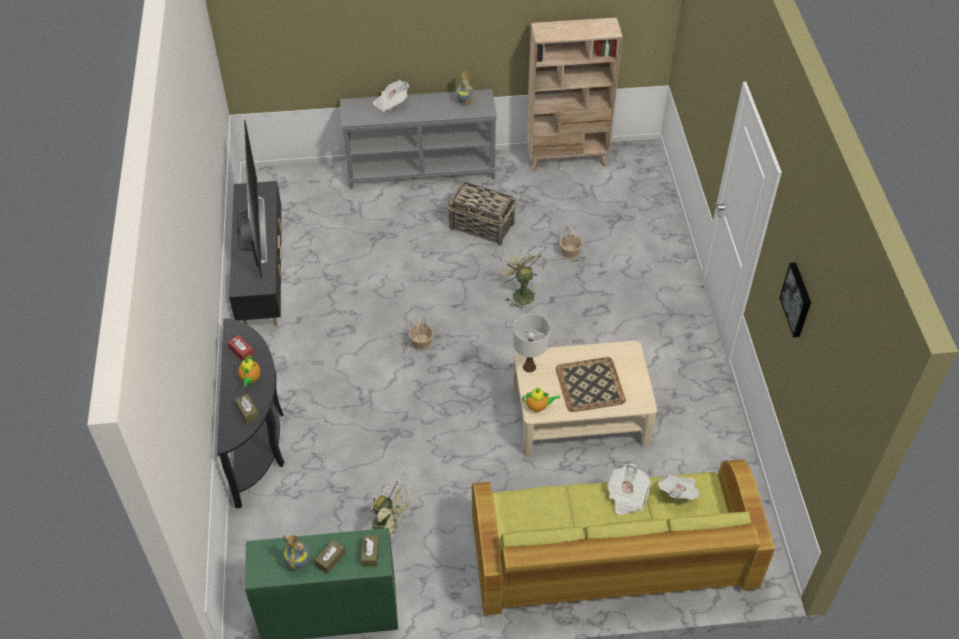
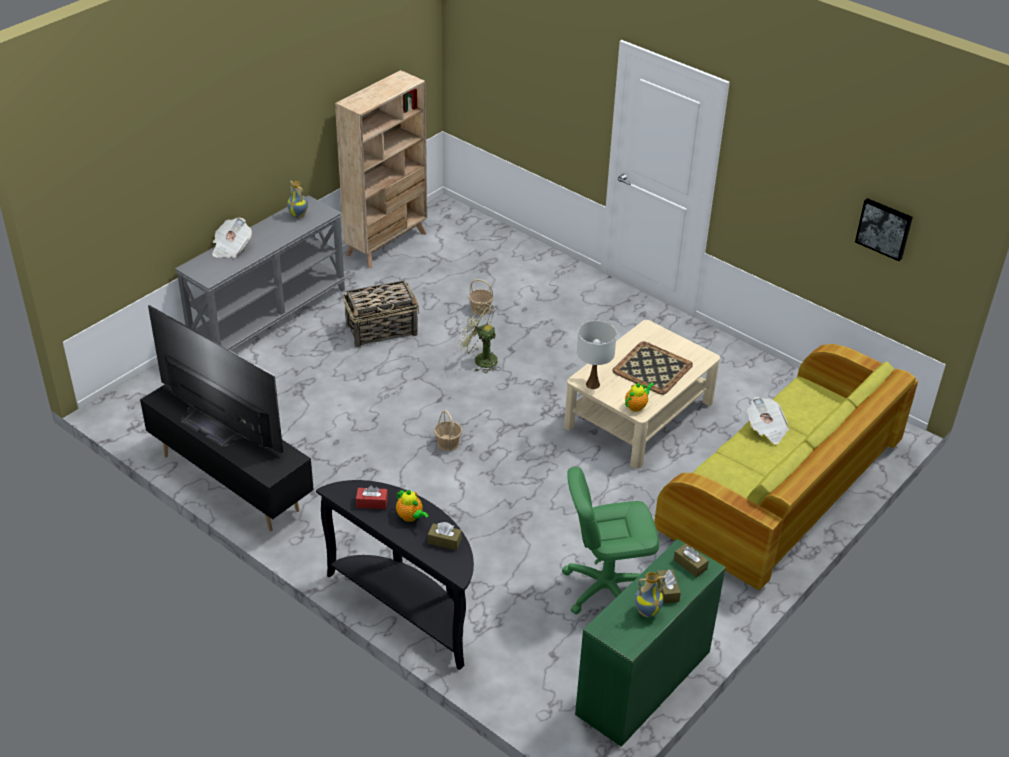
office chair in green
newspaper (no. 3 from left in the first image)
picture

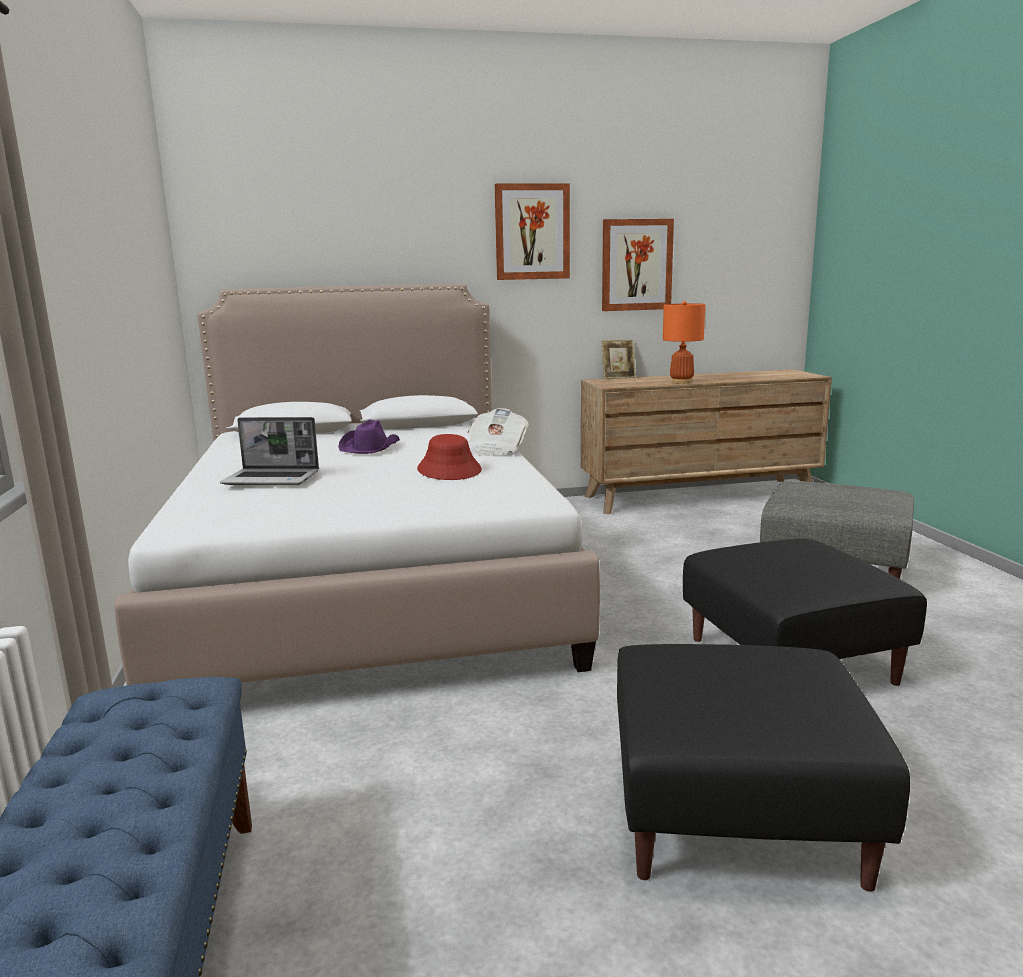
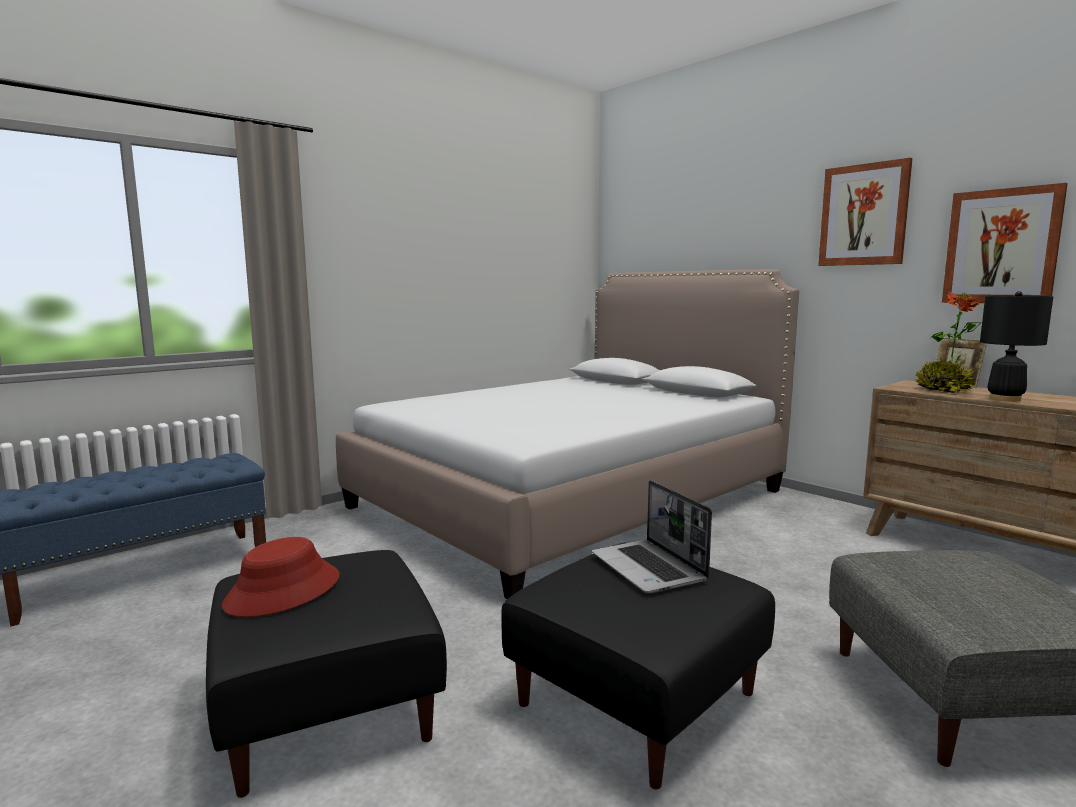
portable computer
wearable hat in purple-coloured
wearable hat in red-coloured
newspaper
table lamp in black-coloured
potted plant

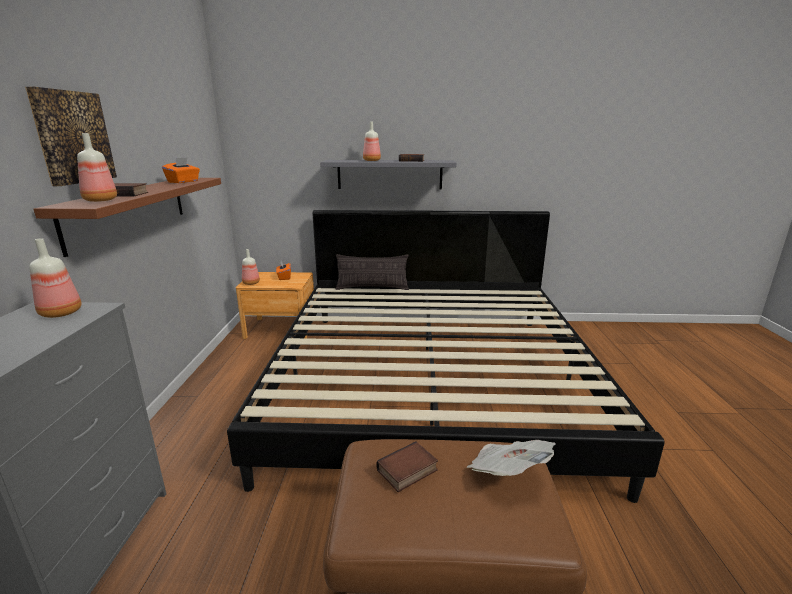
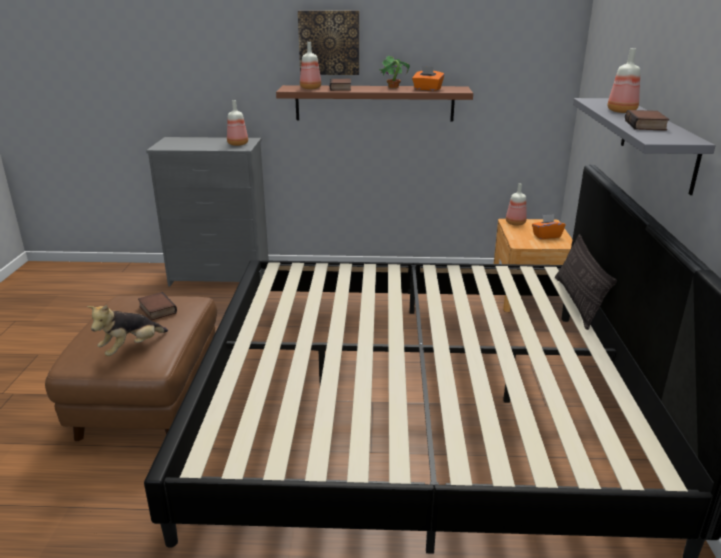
cuddly toy
potted plant

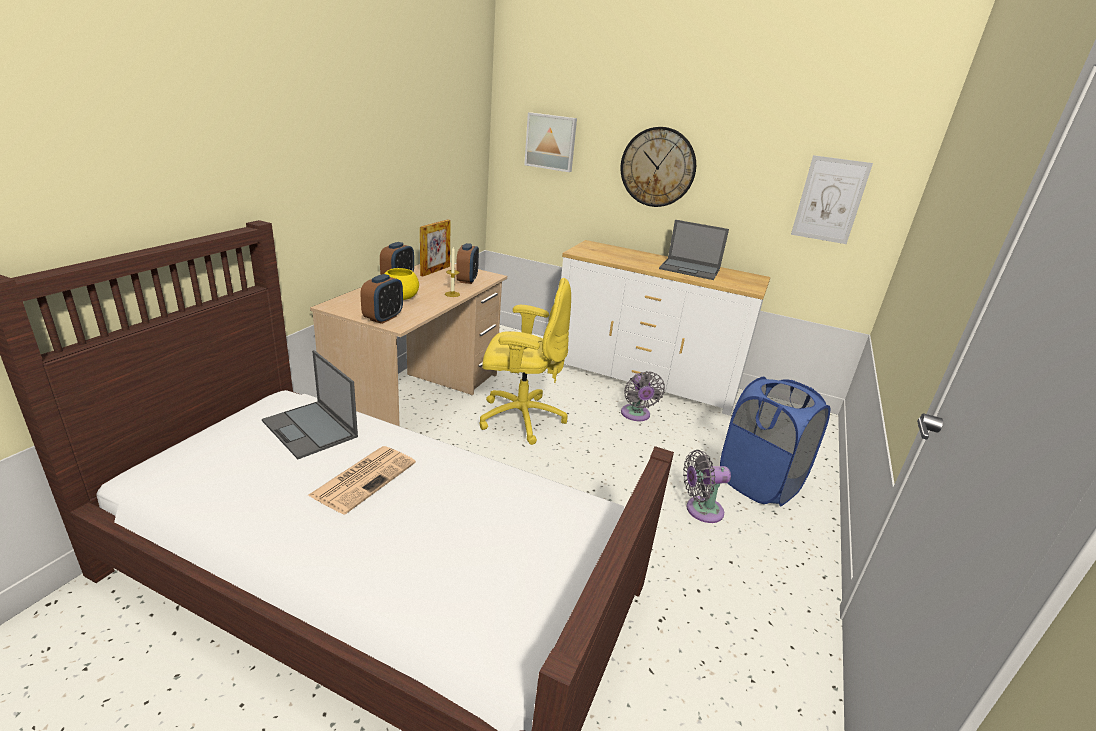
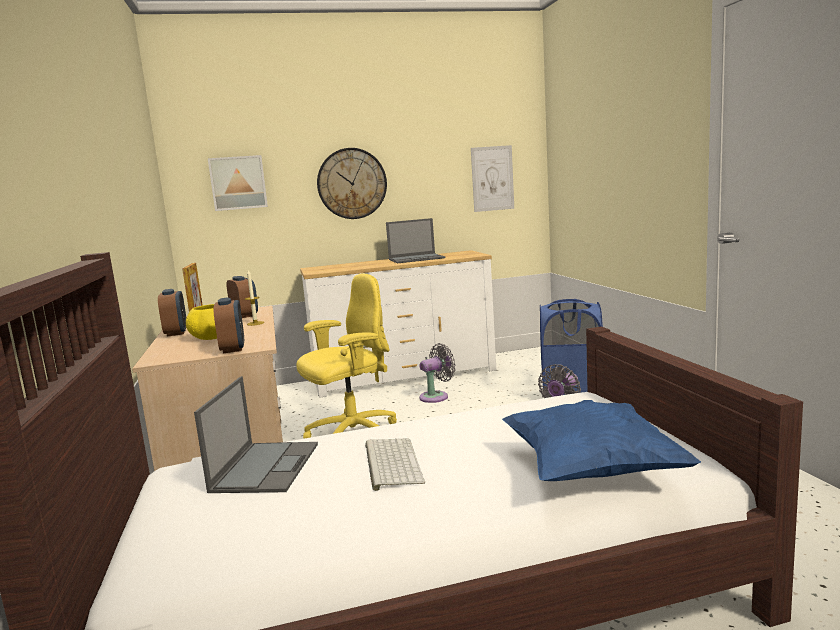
portable computer (no. 1 from left)
PC keyboard
cooling fan in gray (no. 1 from left)
throw pillow in bluish

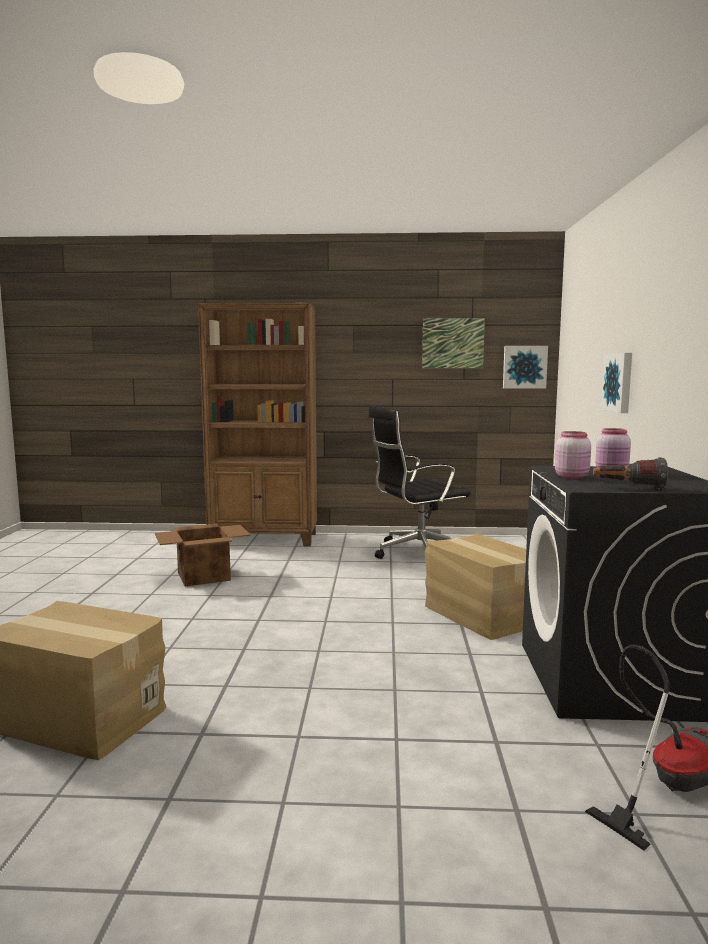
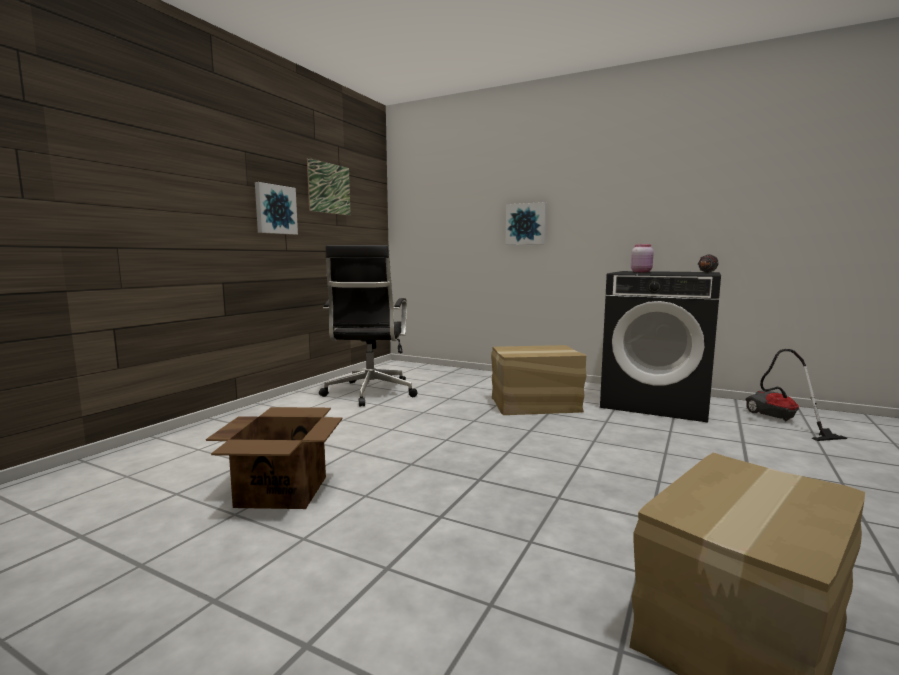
bookshelf in brown-coloured
picture (no. 1 from left)
preserve jar in pink-coloured (no. 1 from left in the first image)

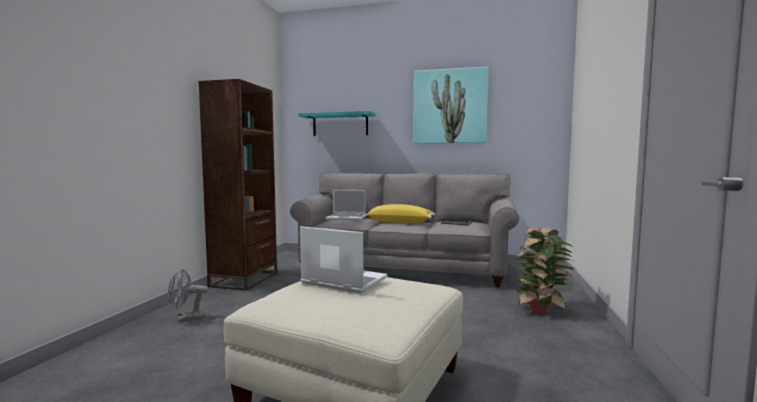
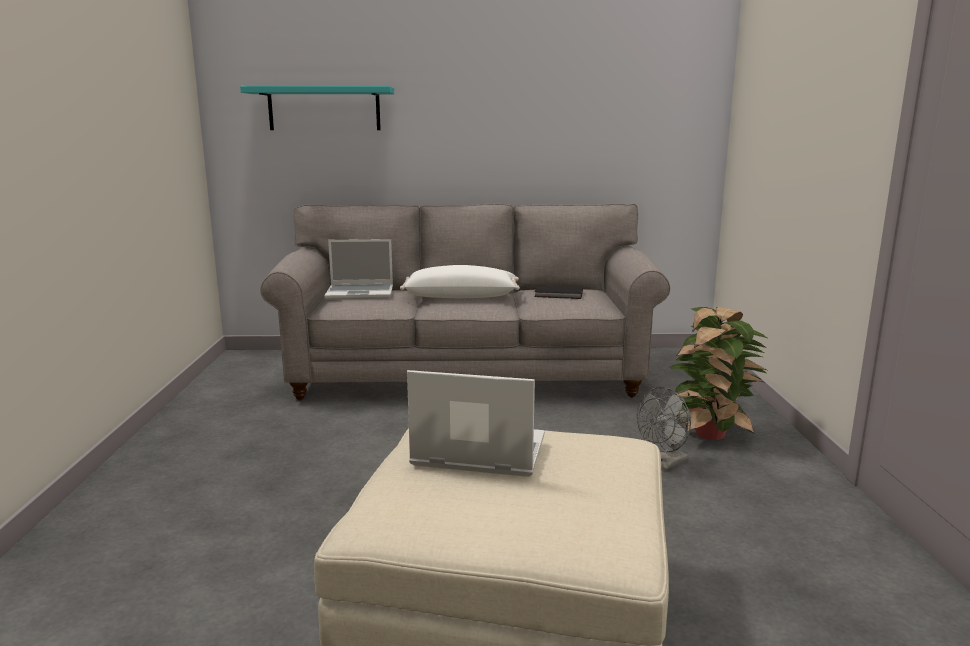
cooling fan in gray
bookshelf in brown-coloured
throw pillow in white
picture

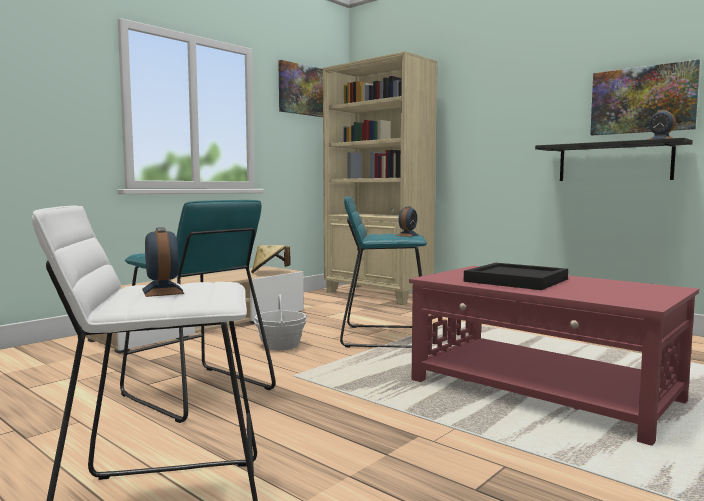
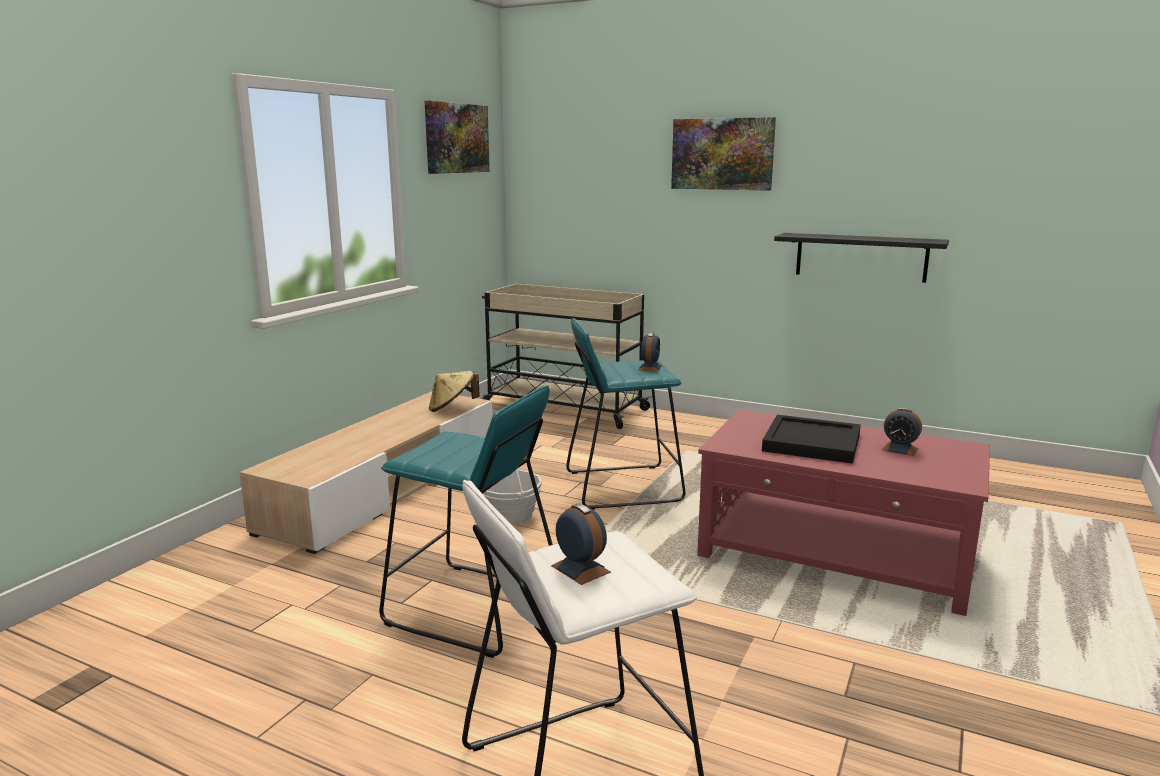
trolley in beige-coloured
picture (no. 2 from left)
alarm clock (no. 3 from left)

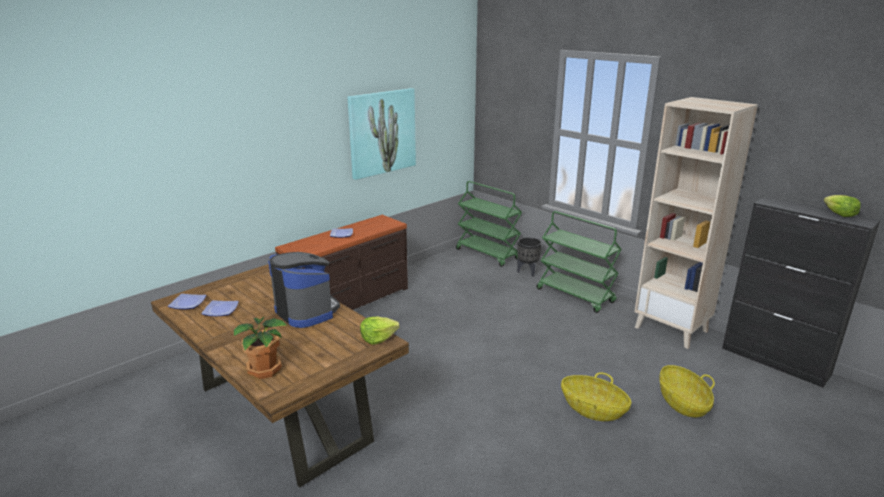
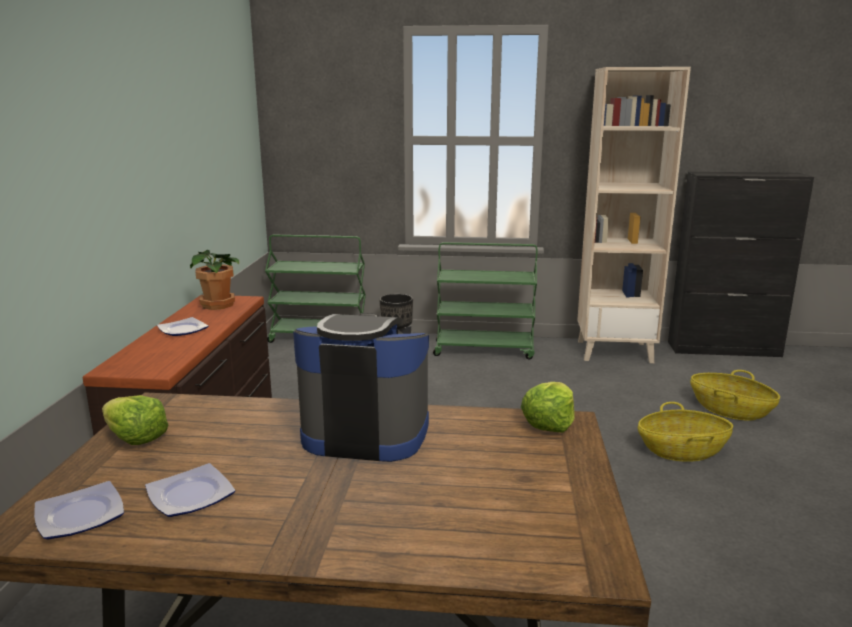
potted plant
picture
lettuce head (no. 1 from left)

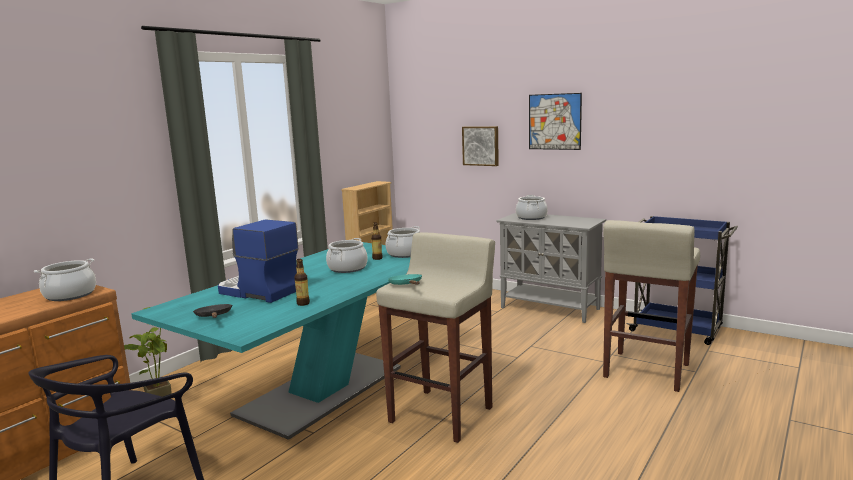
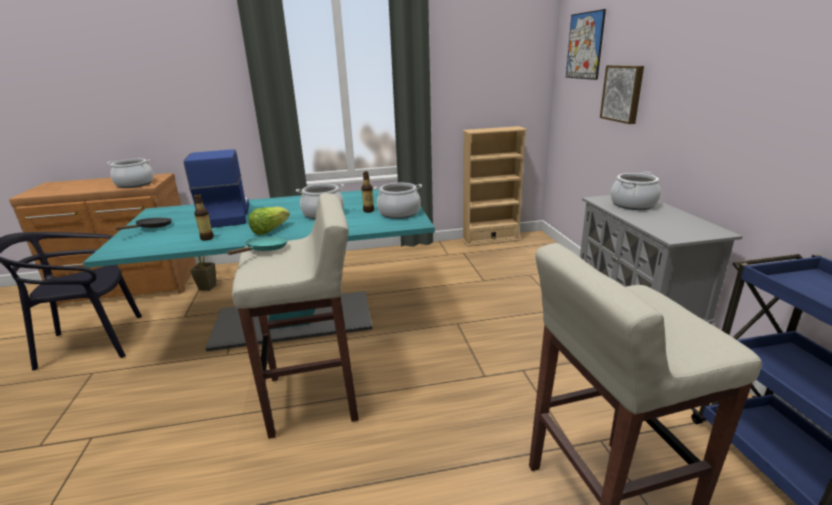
picture (no. 1 from left)
lettuce head

